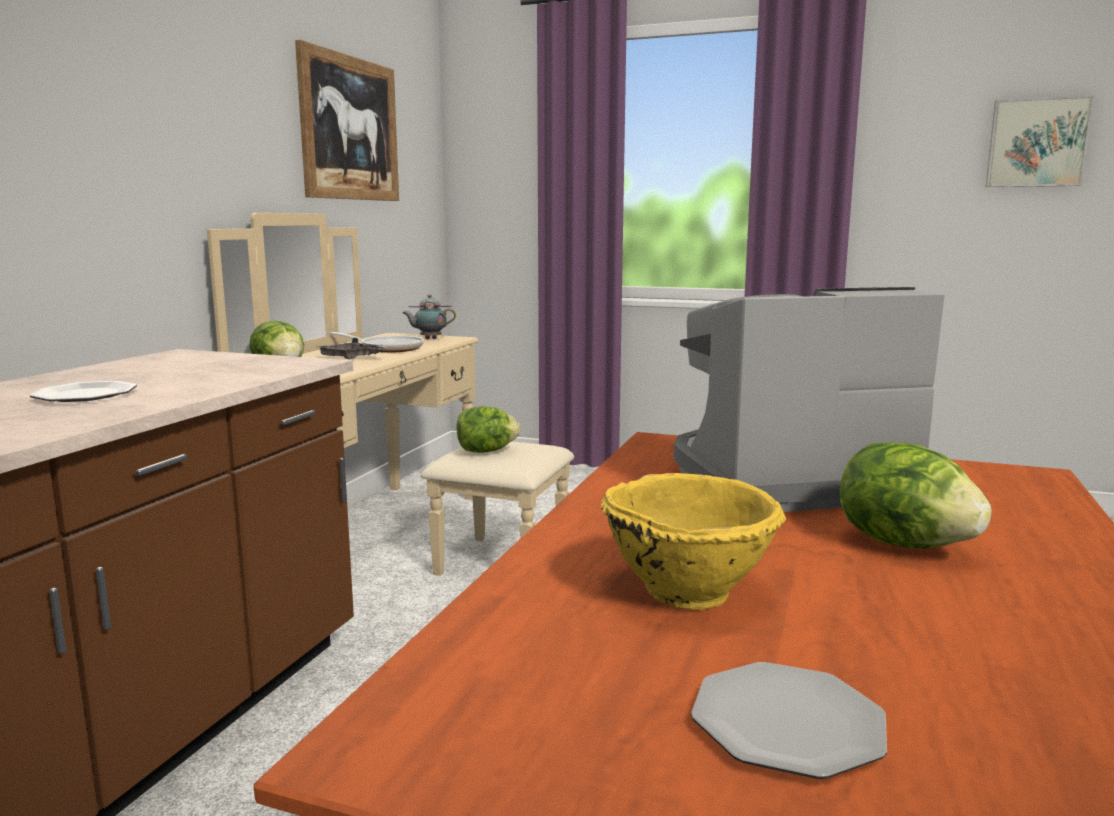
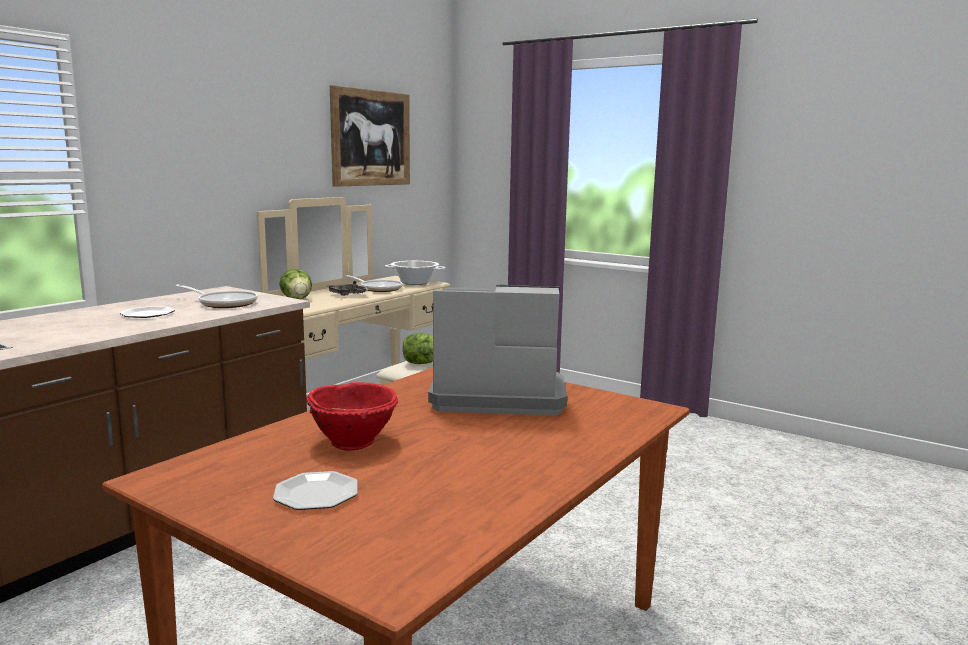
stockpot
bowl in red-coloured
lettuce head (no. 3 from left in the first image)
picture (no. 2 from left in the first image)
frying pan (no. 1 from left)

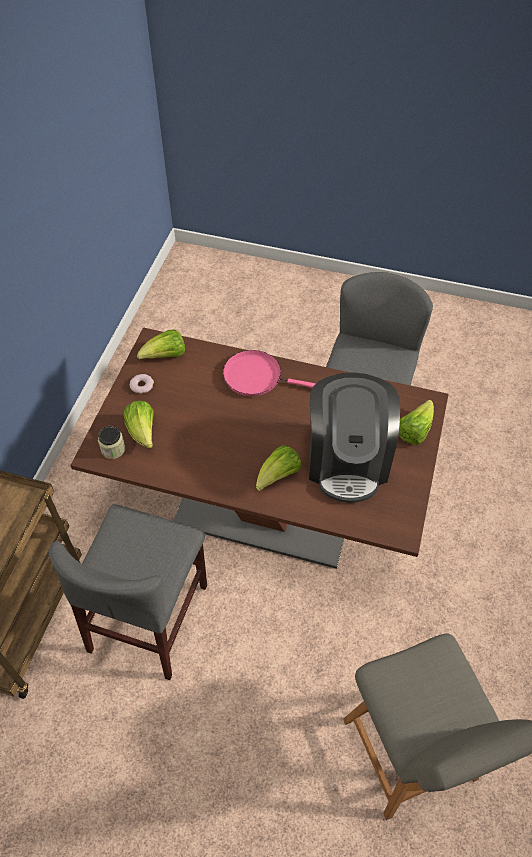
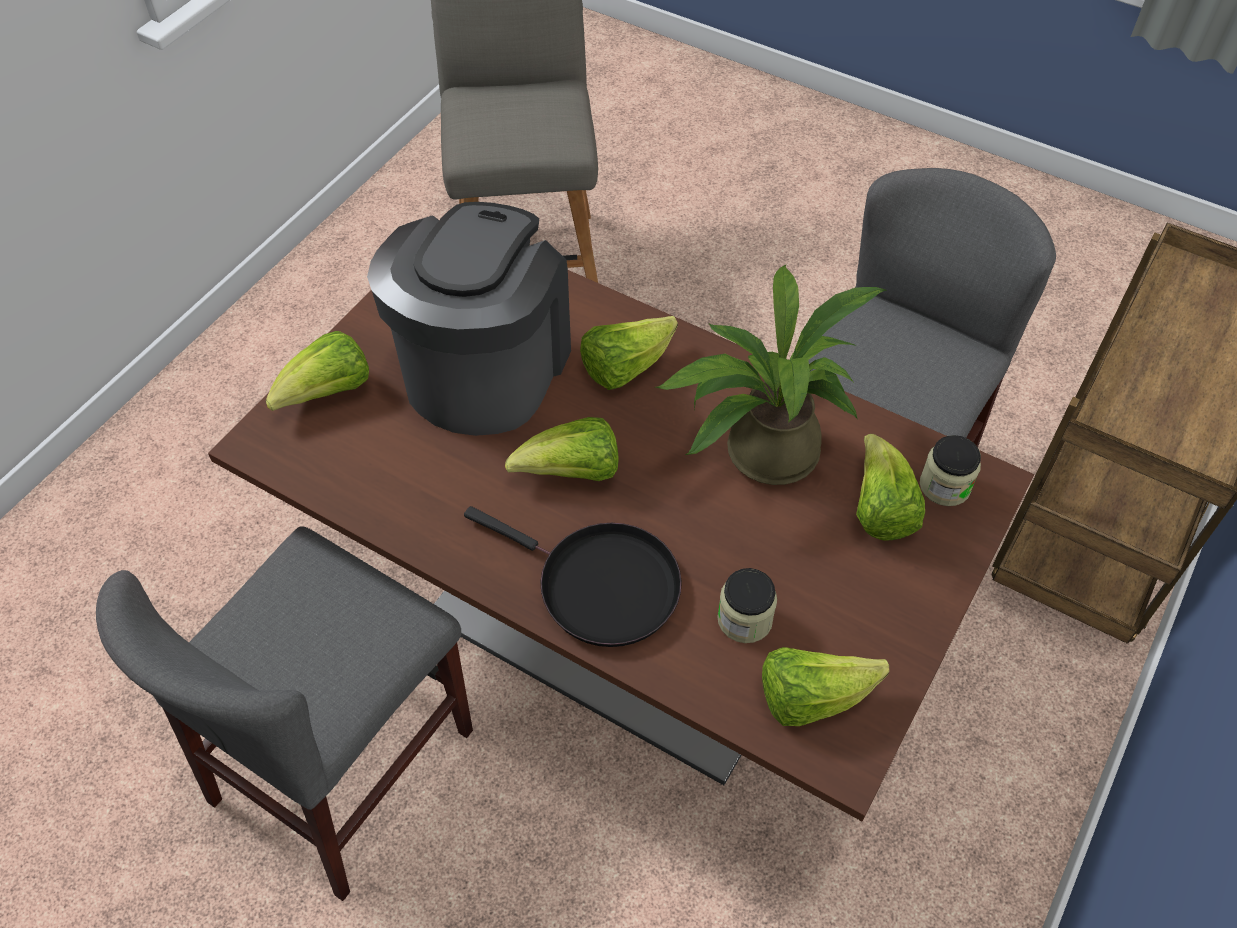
doughnut
frying pan in black-coloured
lettuce head (no. 2 from left)
potted plant
preserve jar (no. 1 from left)

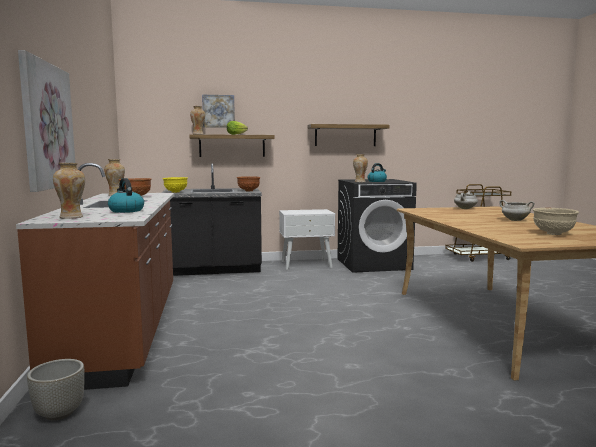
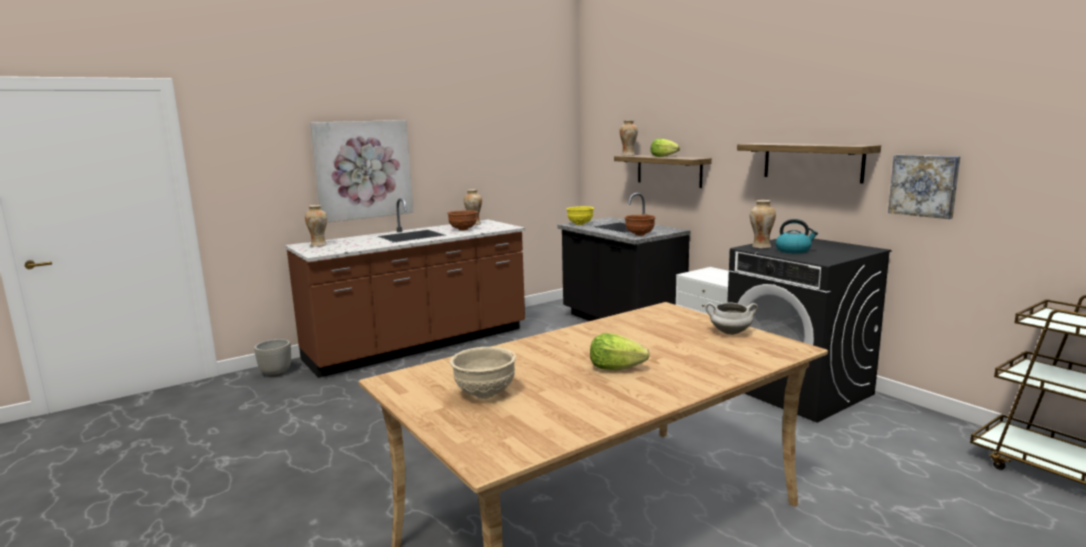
tea kettle (no. 1 from left in the first image)
picture (no. 2 from left)
lettuce head (no. 1 from left)

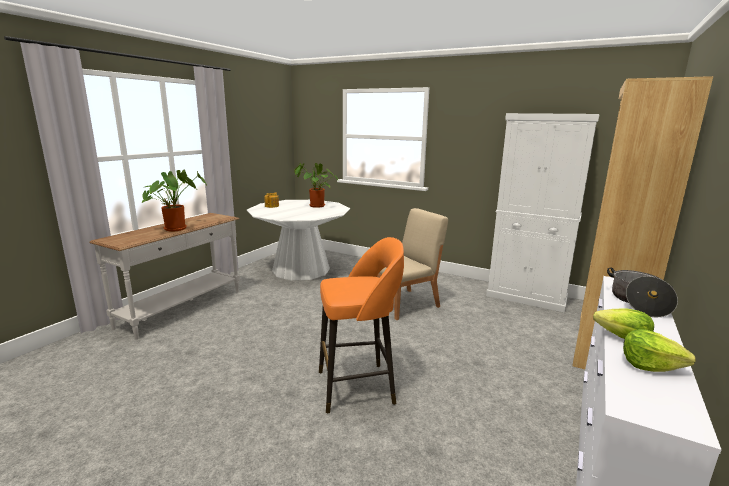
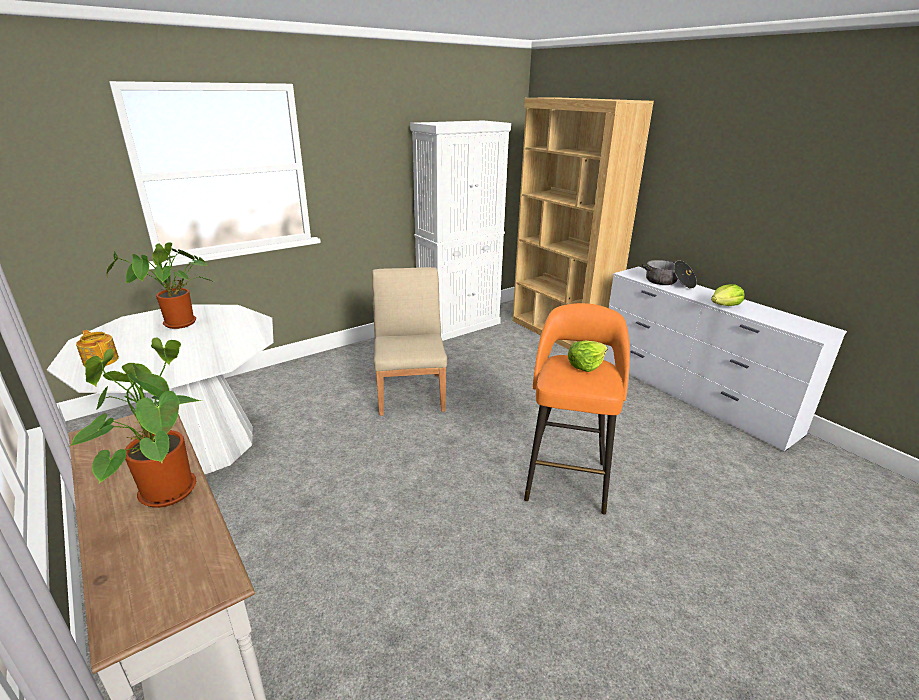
lettuce head (no. 1 from left)

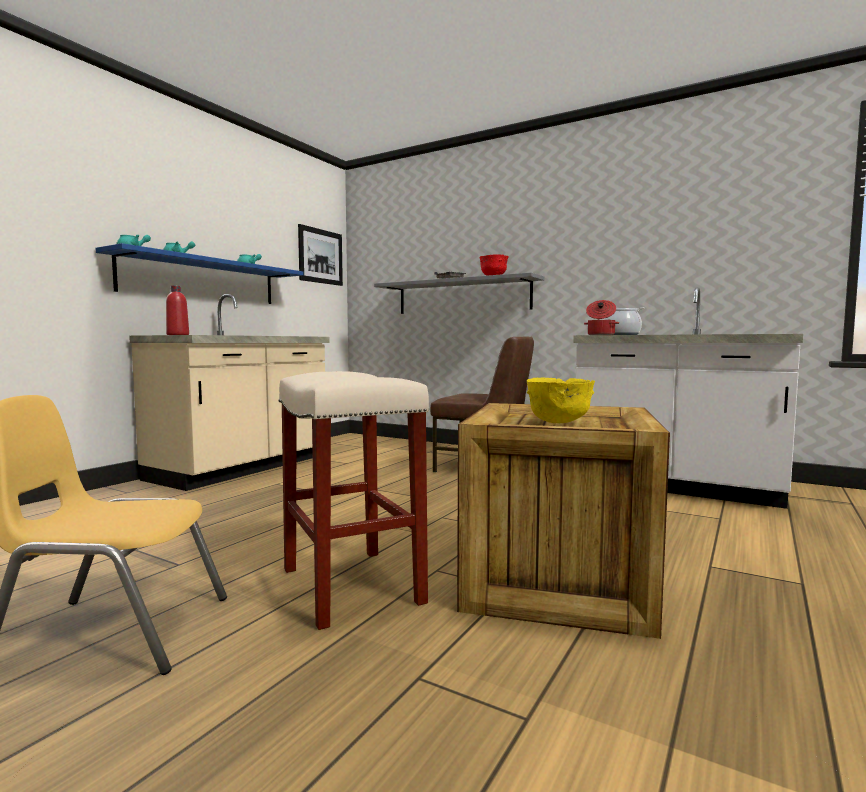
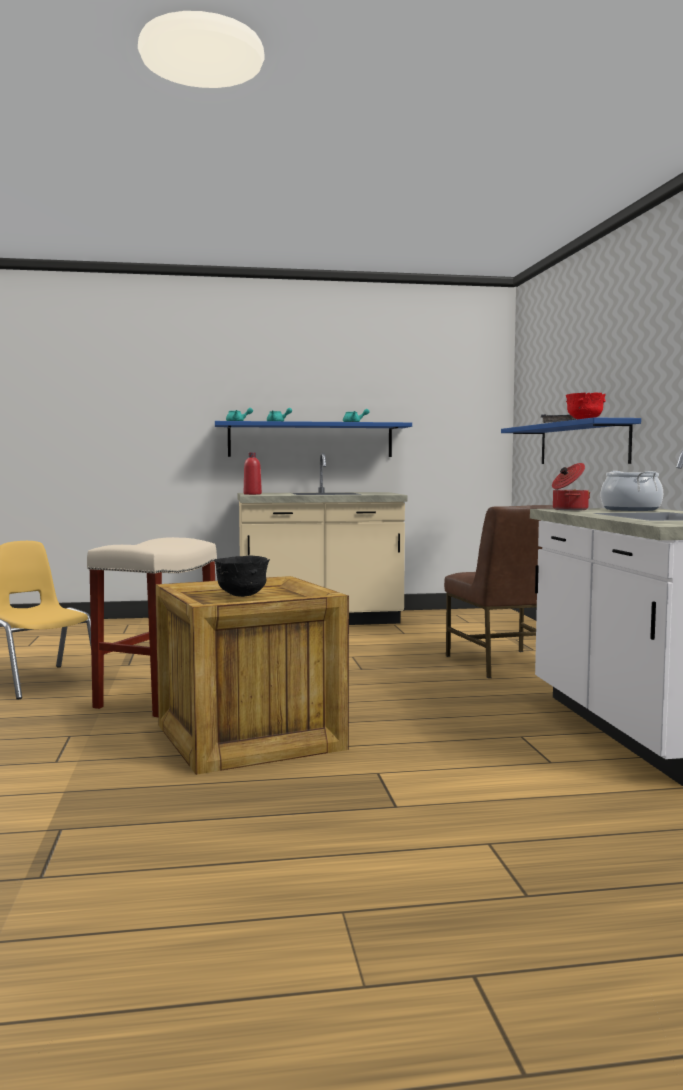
picture
shelf in bluish (no. 2 from left)
bowl in black-coloured

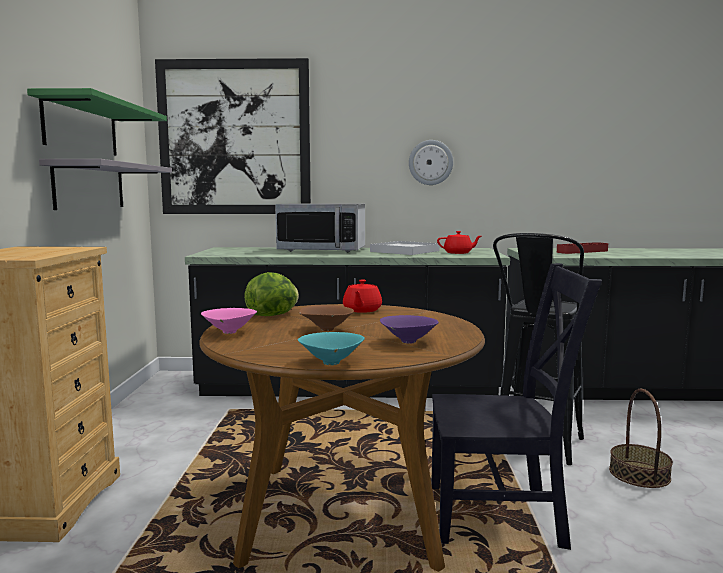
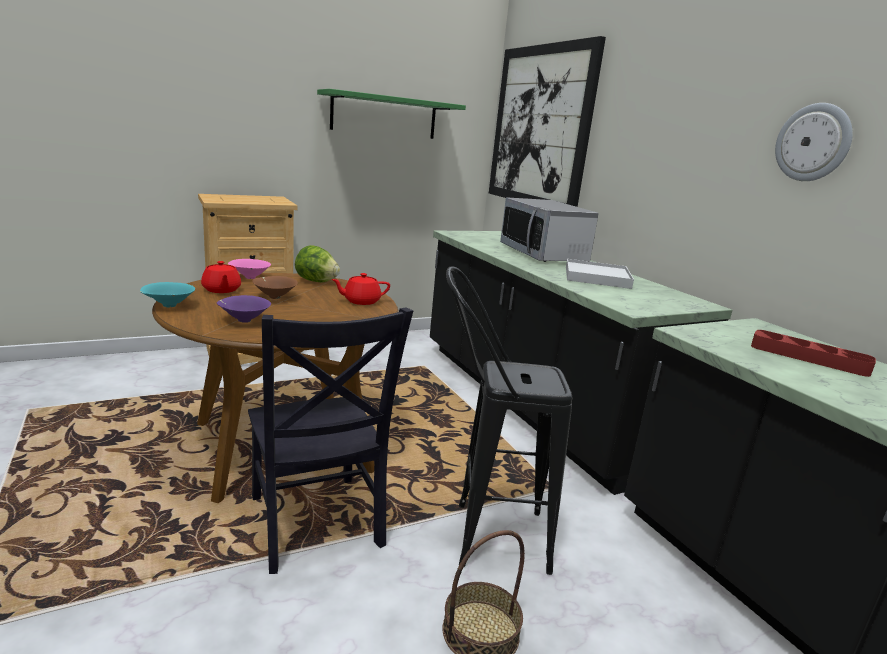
shelf in gray
hanging clock
pot for tea in red-coloured (no. 1 from left)

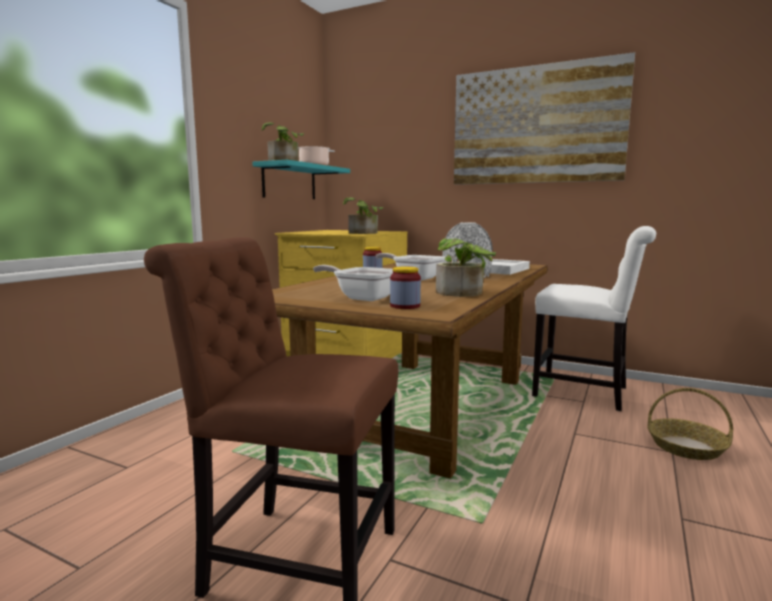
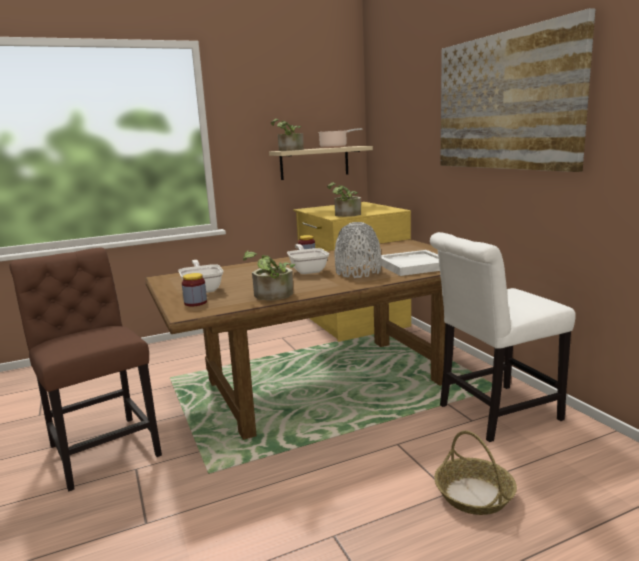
shelf in beige-coloured
upright chair in white

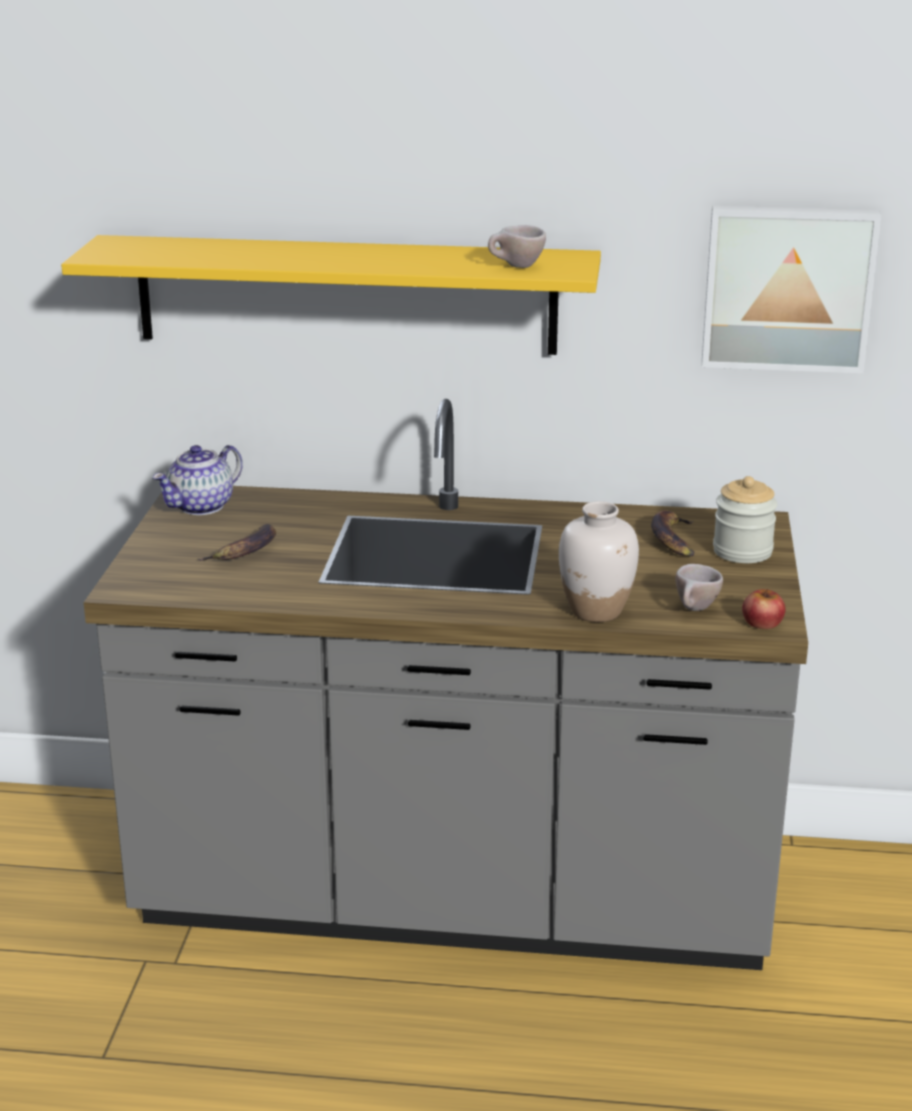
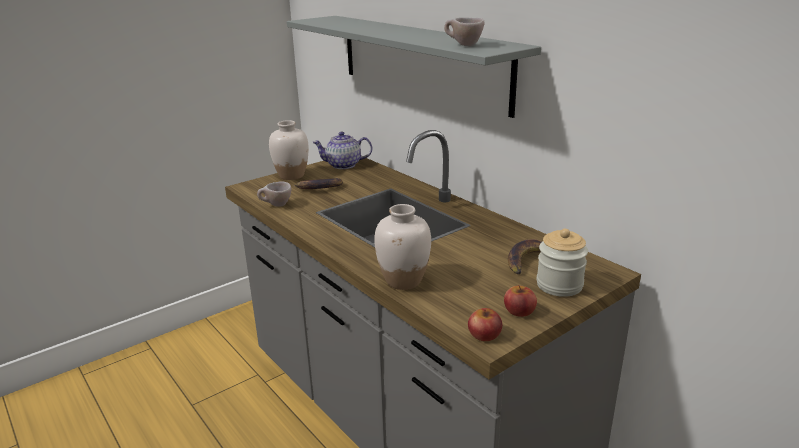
shelf in gray
cup in beige-coloured (no. 1 from left)
picture
vase in white (no. 1 from left)
apple (no. 2 from left)

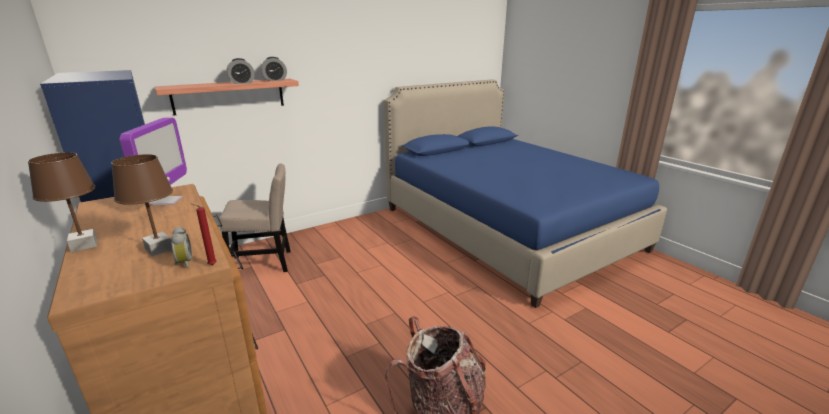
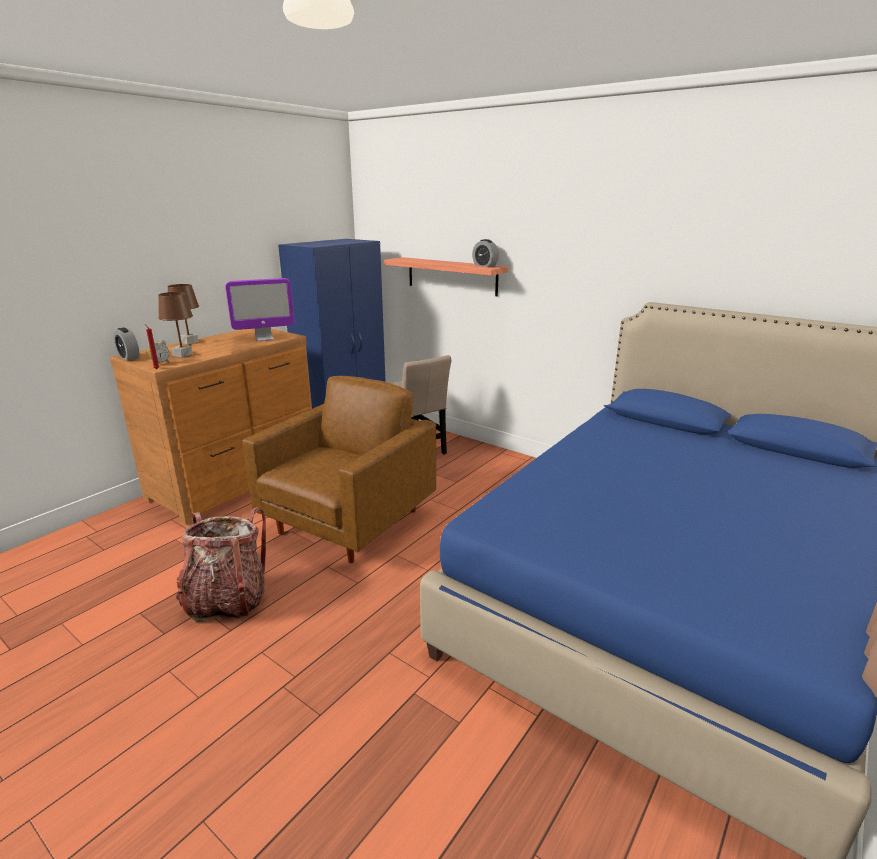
alarm clock (no. 1 from left)
lounge chair in brown-coloured

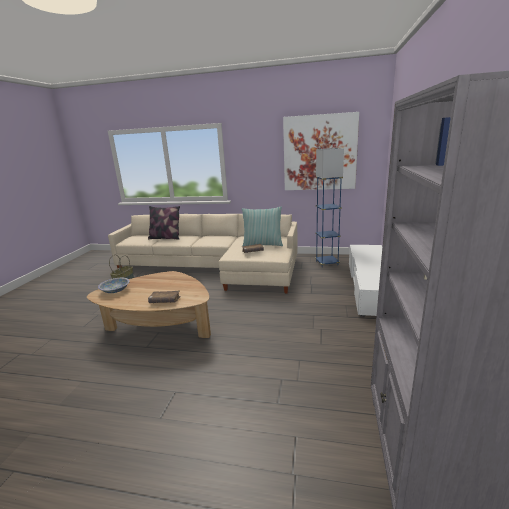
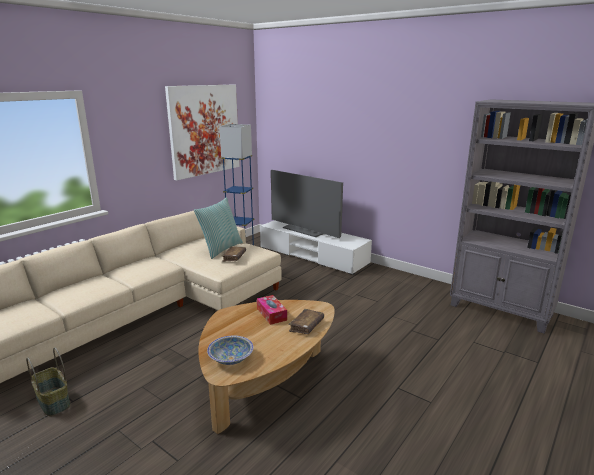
throw pillow (no. 1 from left in the first image)
box of tissues
television

